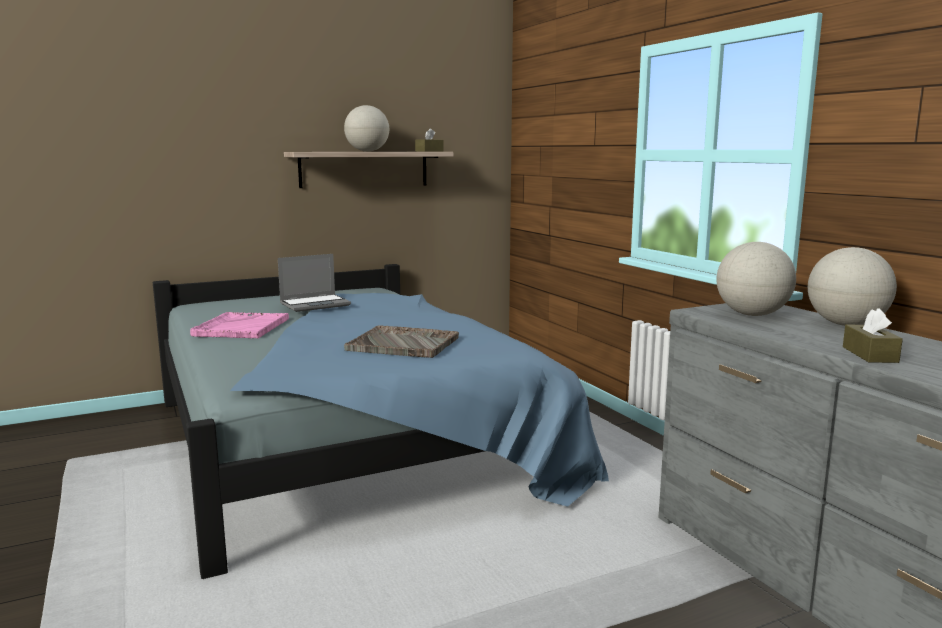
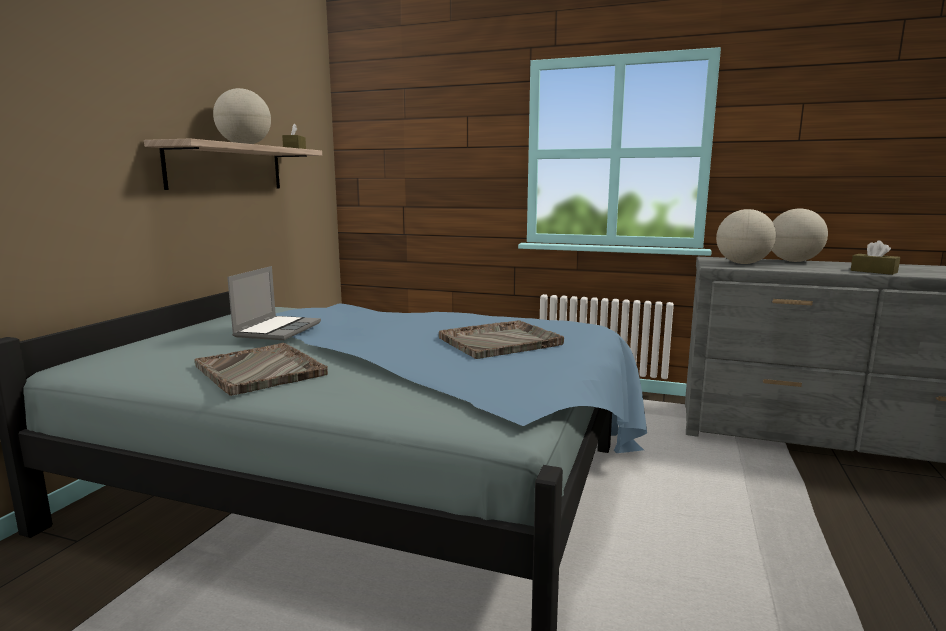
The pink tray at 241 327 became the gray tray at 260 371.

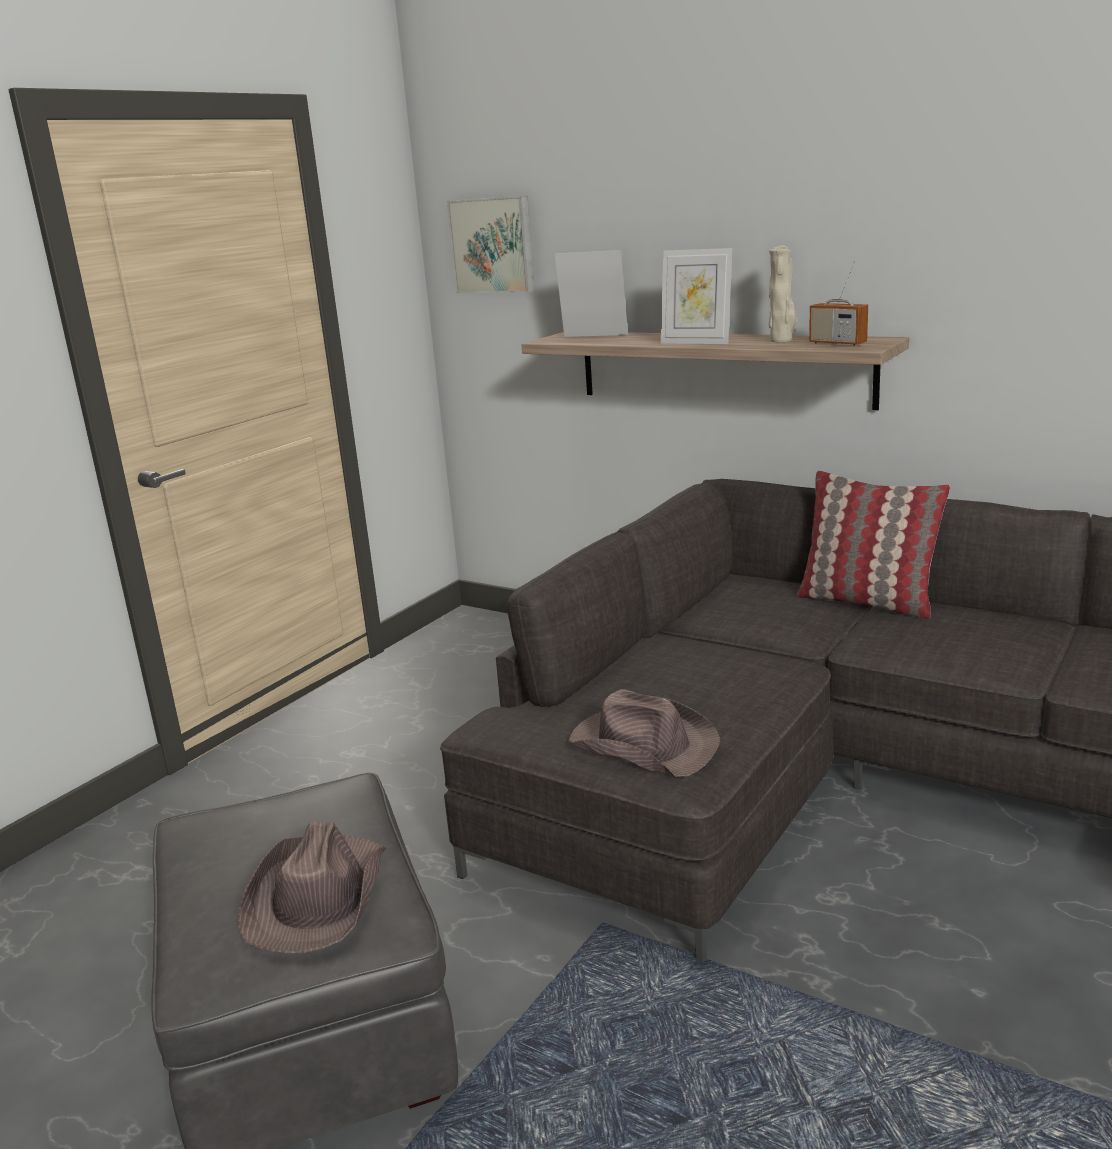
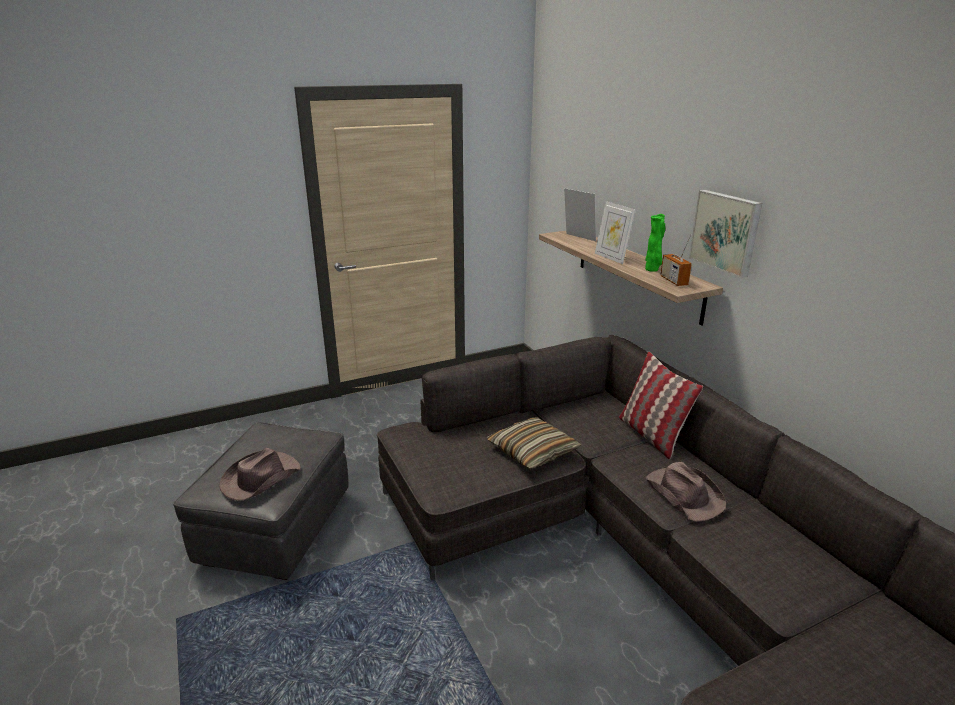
The wall art moved from 493 245 to 726 232. The beige flower vase at 782 341 became the green flower vase at 652 270. The brown hat moved from 642 744 to 683 494. The throw pillow at 532 451 appeared.

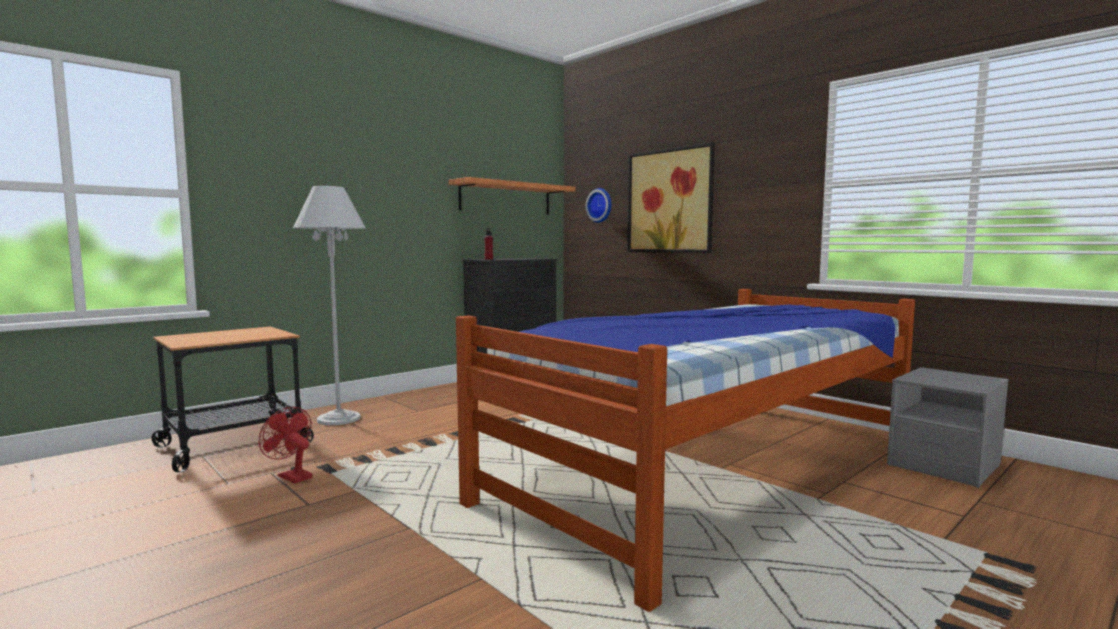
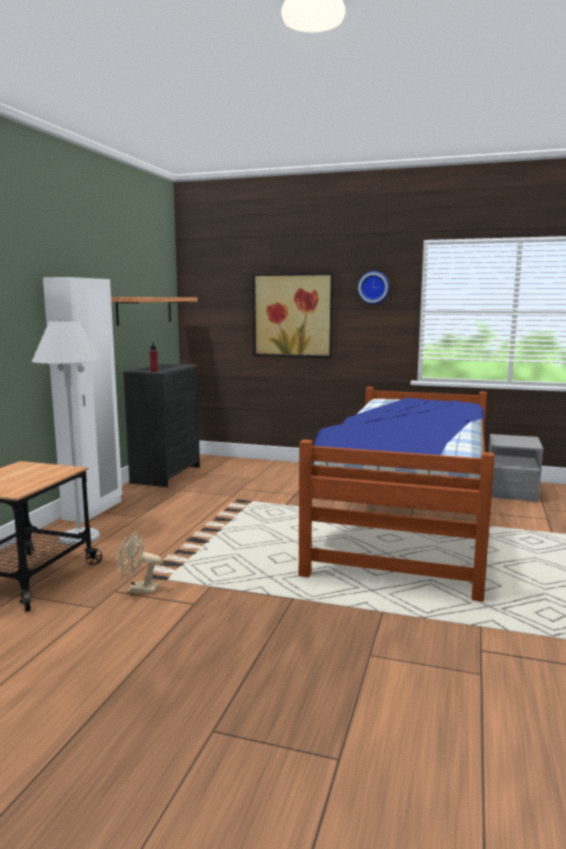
The hanging clock moved from 600 205 to 373 287. The red-coloured cooling fan at 291 476 became the beige cooling fan at 138 589. The white-coloured clothes cupboard at 93 510 appeared.

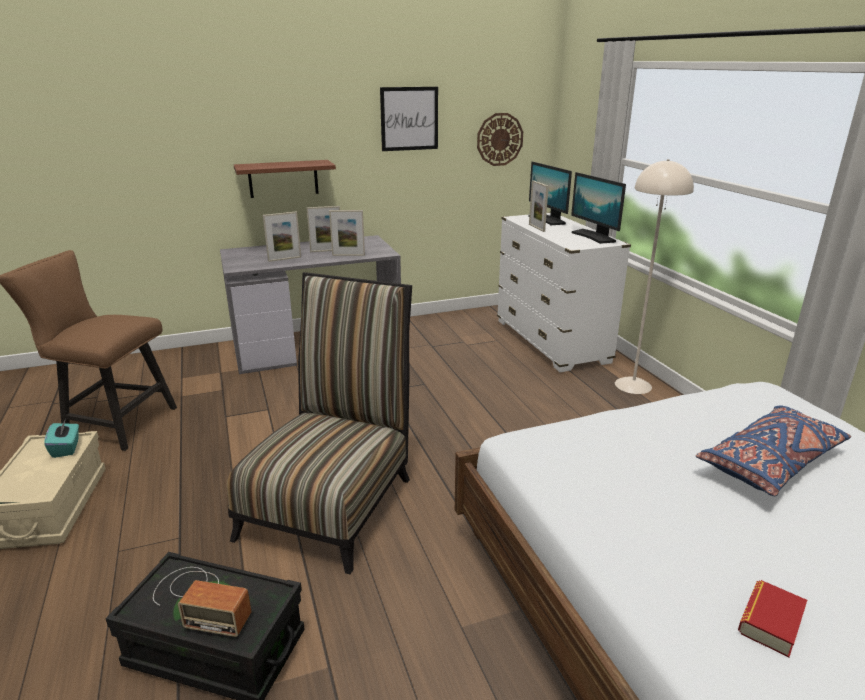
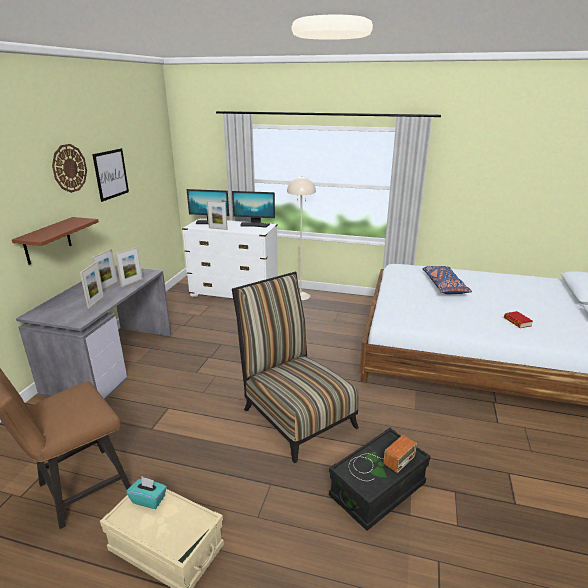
The hanging clock moved from 499 139 to 69 168.

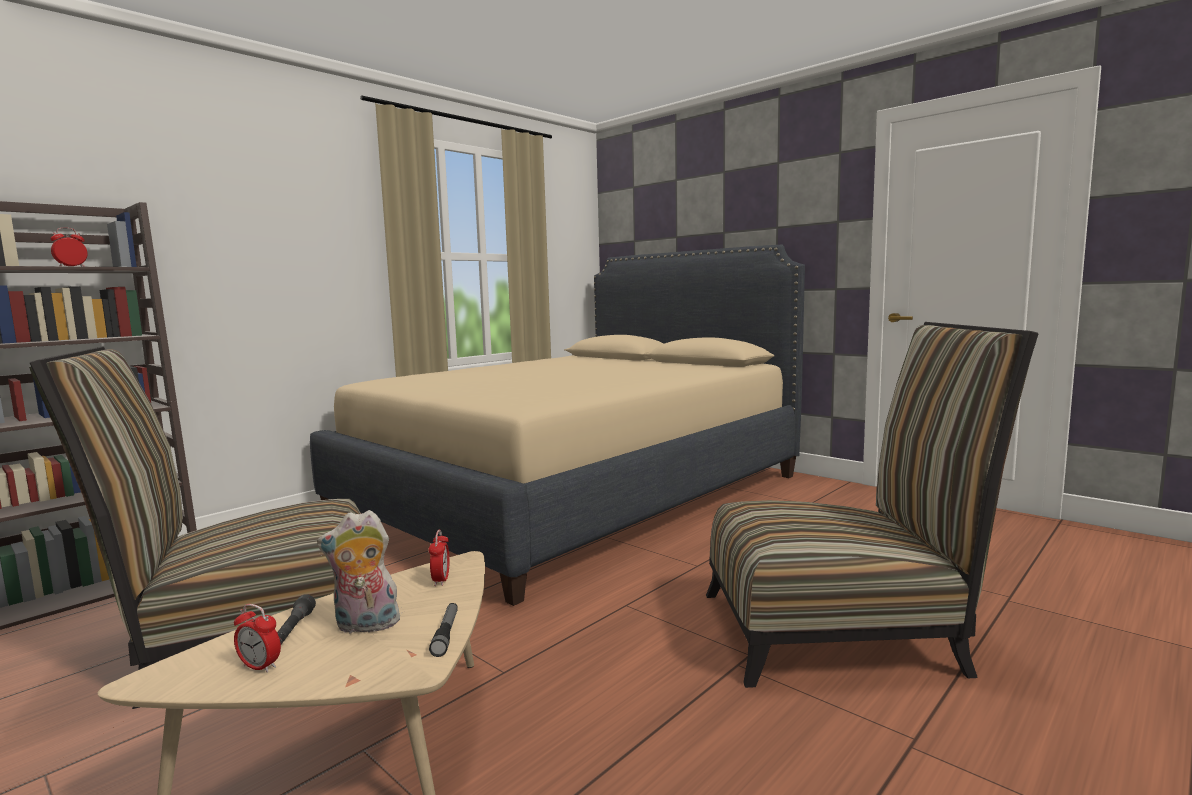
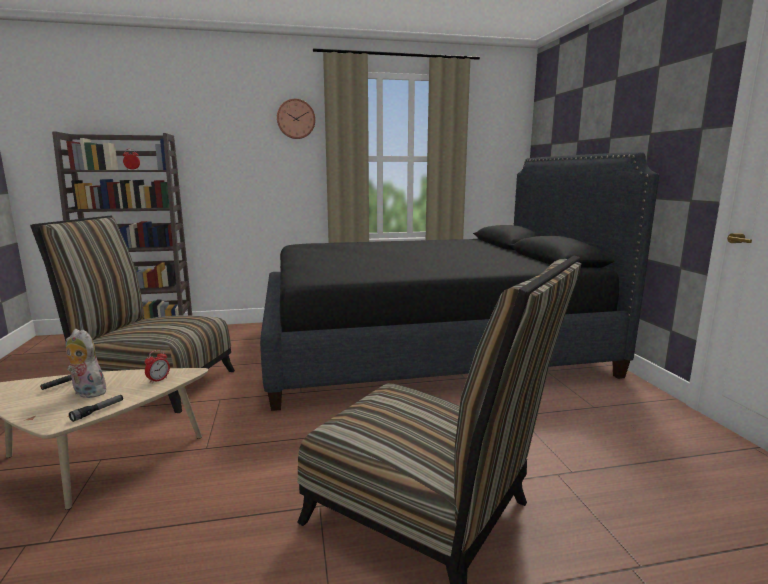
The beige bedroom bed at 576 494 became the black-coloured bedroom bed at 426 347. The alarm clock at 260 666 disappeared. The hanging clock at 296 119 appeared.

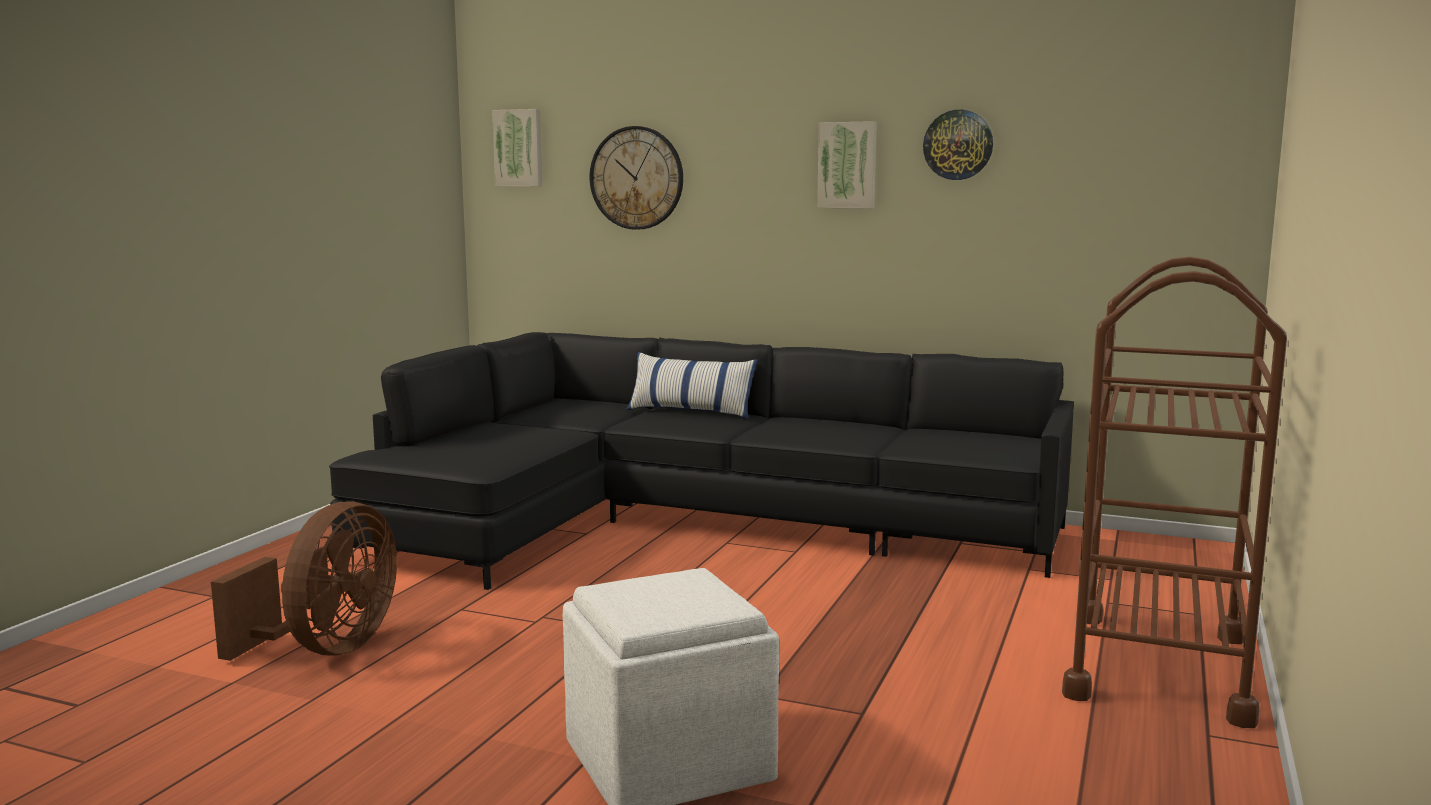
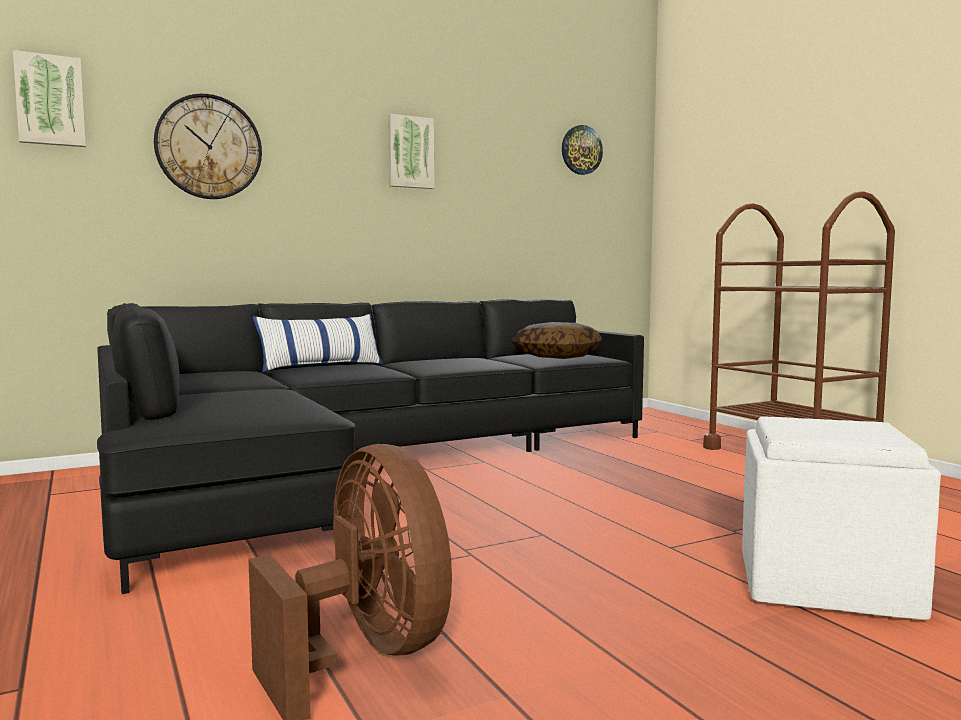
The hanging clock moved from 958 145 to 581 150. The throw pillow at 557 357 appeared.

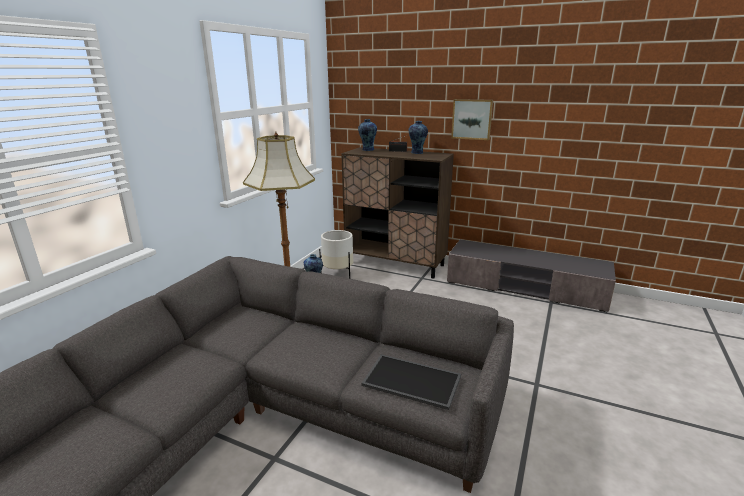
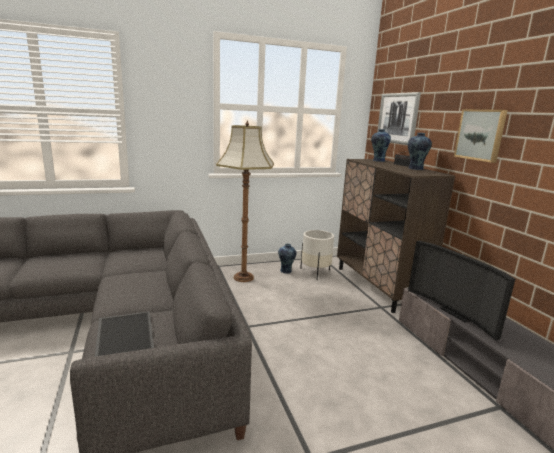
The wall art at 397 118 appeared. The television at 457 313 appeared.

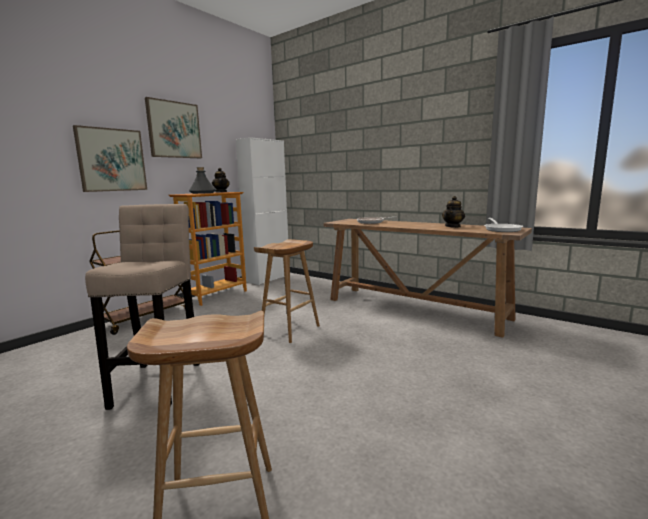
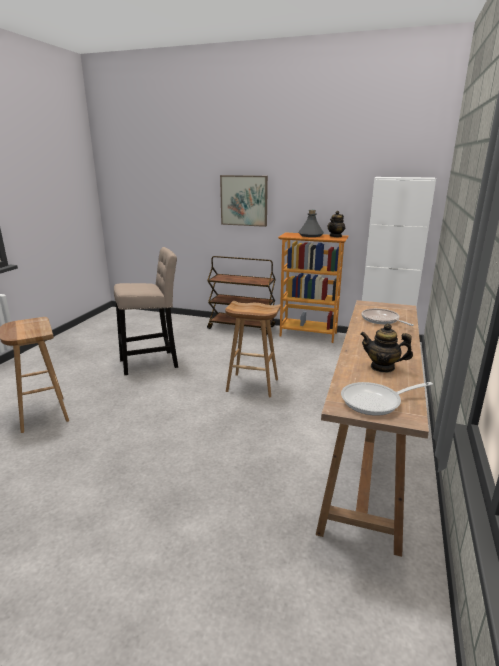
The wall art at 174 130 disappeared.

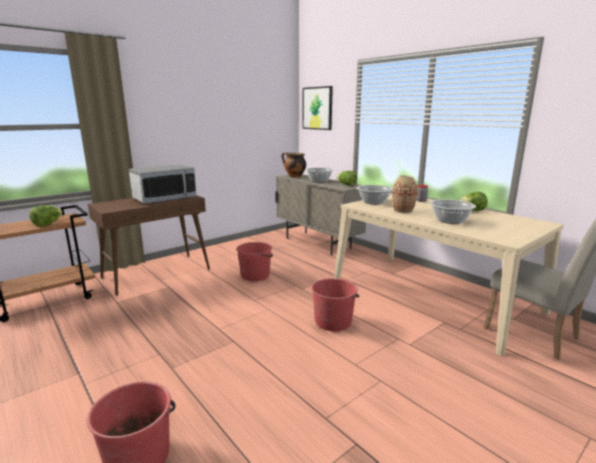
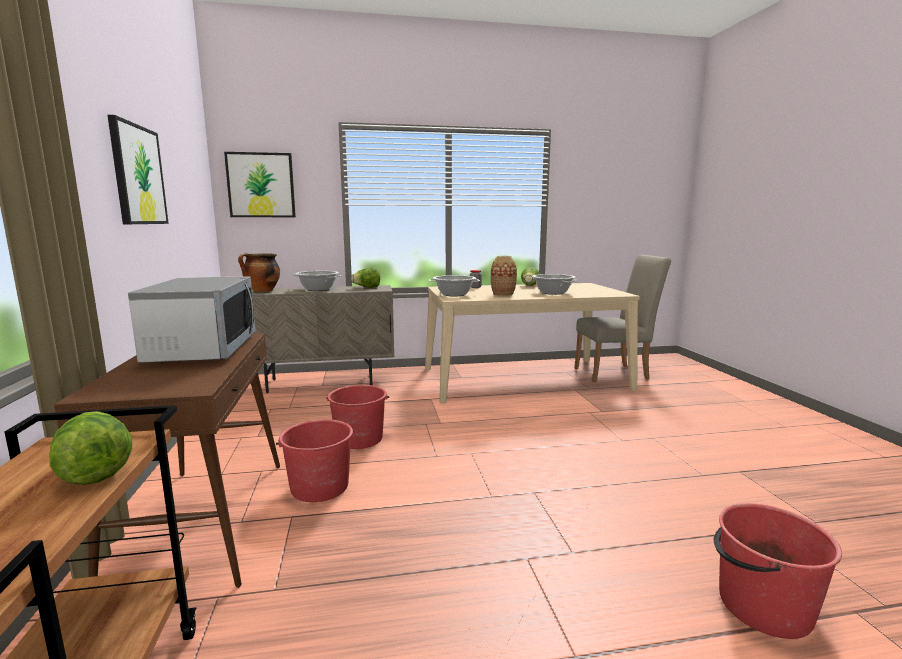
The red-coloured bucket moved from 333 321 to 319 487. The wall art at 138 175 appeared.

